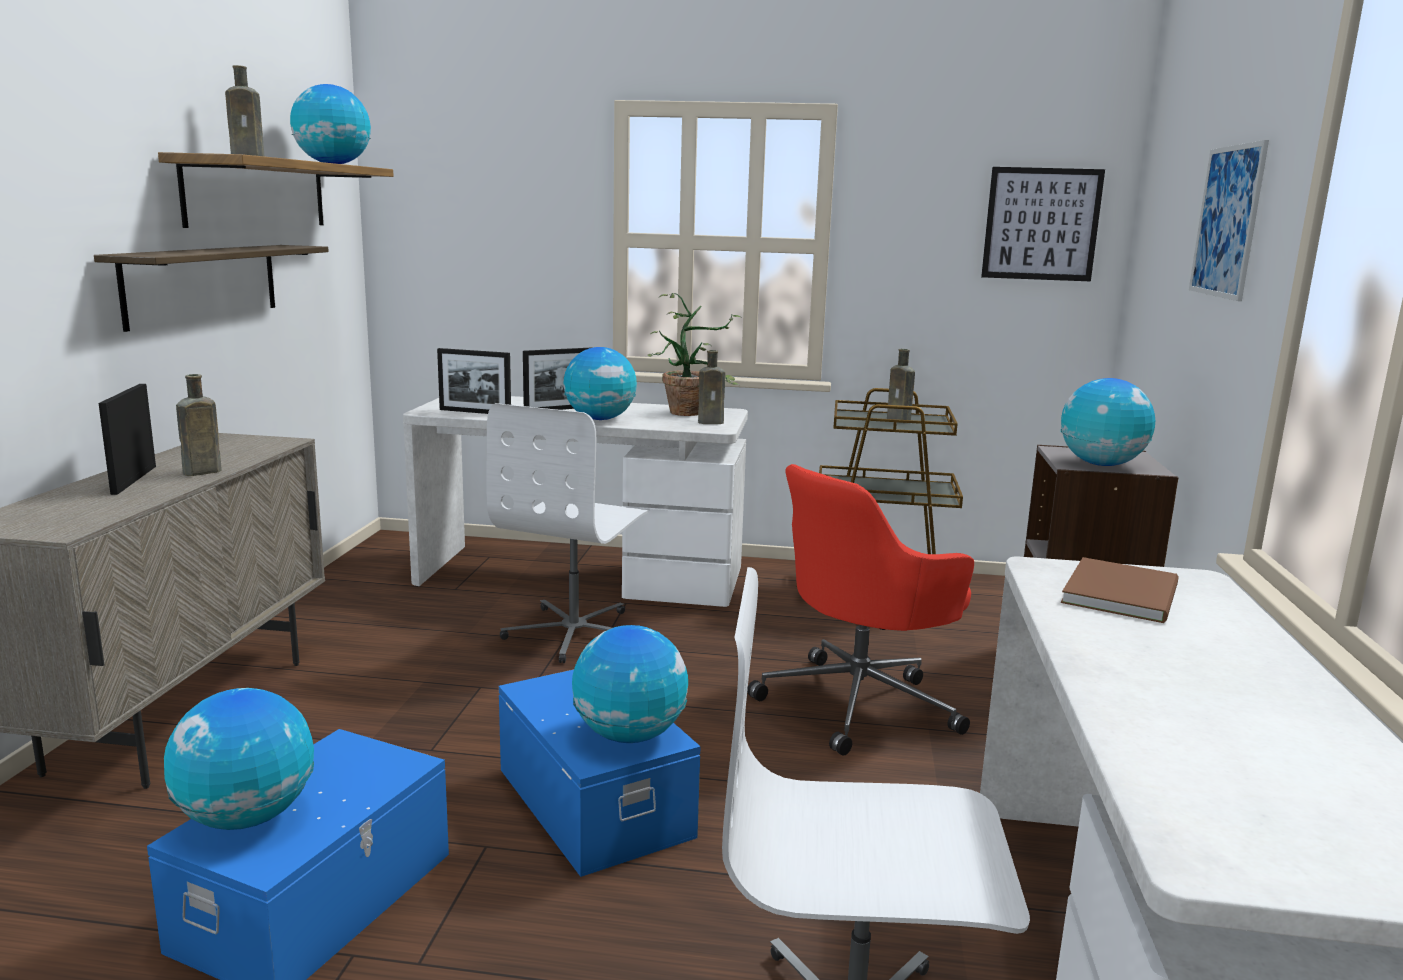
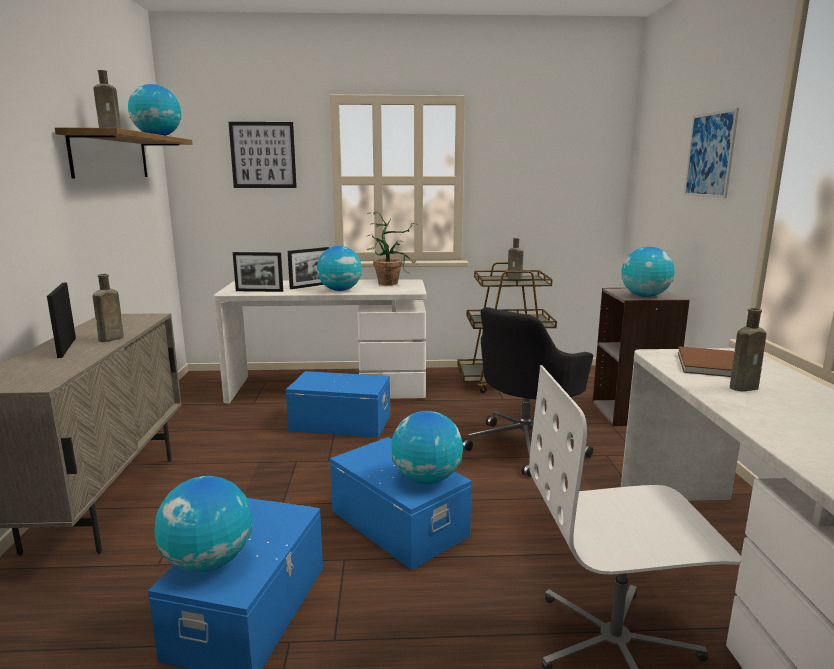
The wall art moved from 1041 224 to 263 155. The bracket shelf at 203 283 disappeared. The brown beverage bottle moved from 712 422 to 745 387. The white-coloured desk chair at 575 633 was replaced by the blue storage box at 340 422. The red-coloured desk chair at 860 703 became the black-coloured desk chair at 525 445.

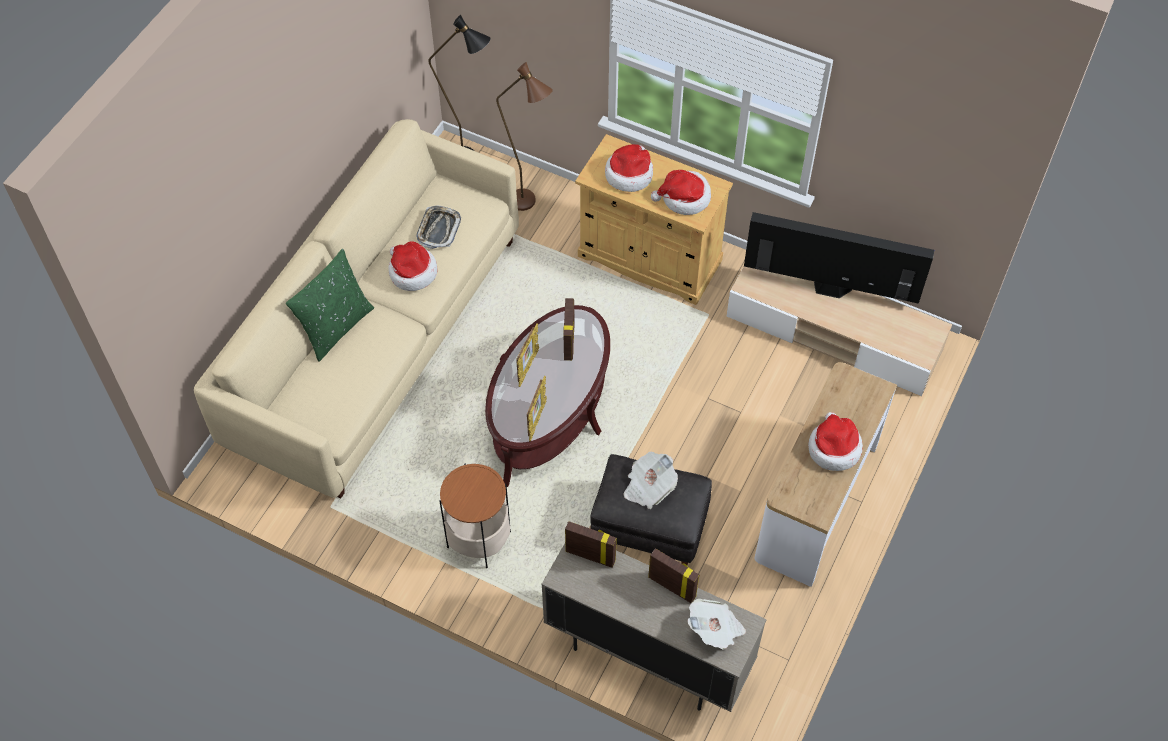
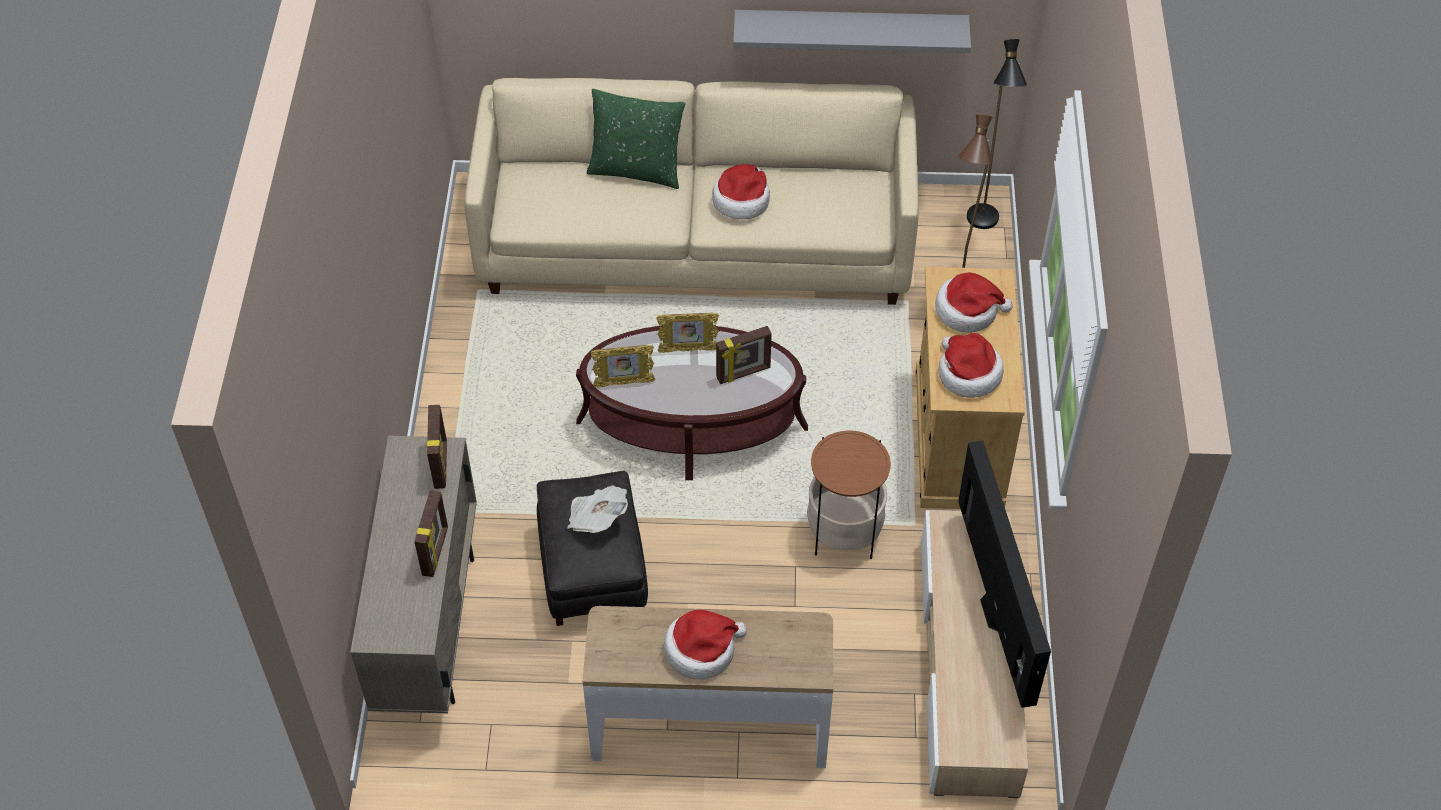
The tray at 438 229 disappeared. The accent table moved from 478 539 to 843 533. The daily paper at 715 630 disappeared. The gray bracket shelf at 850 29 appeared.

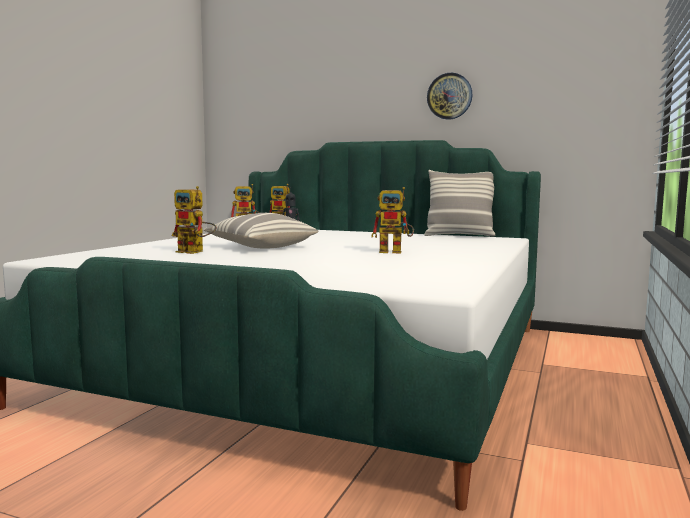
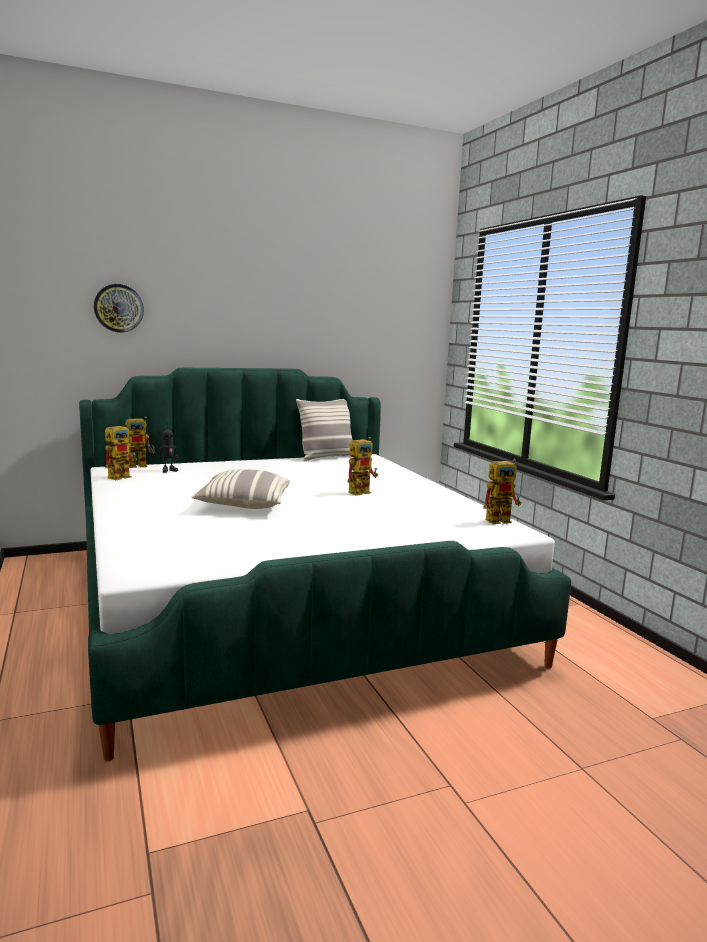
The hanging clock moved from 449 96 to 118 308. The robot figure moved from 195 252 to 502 520.

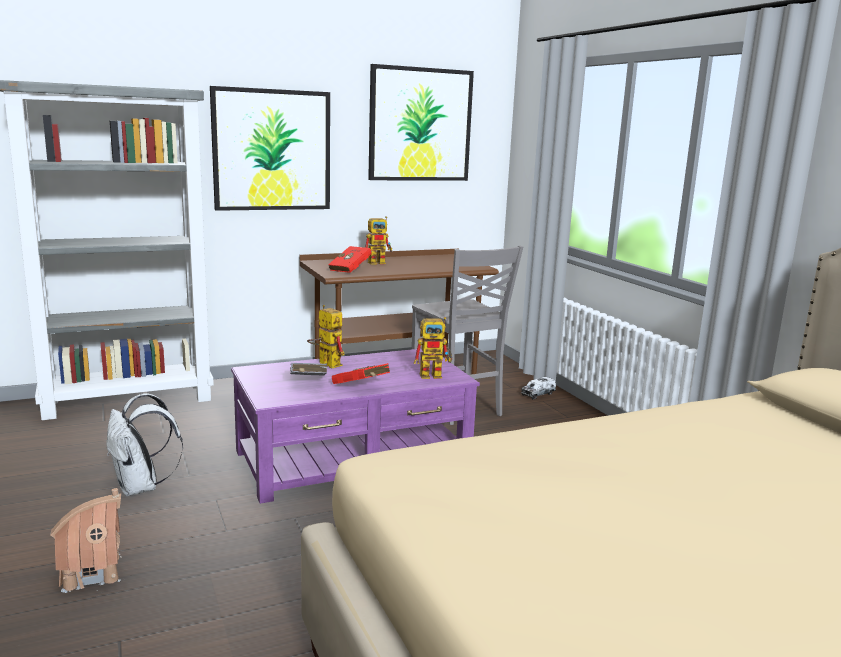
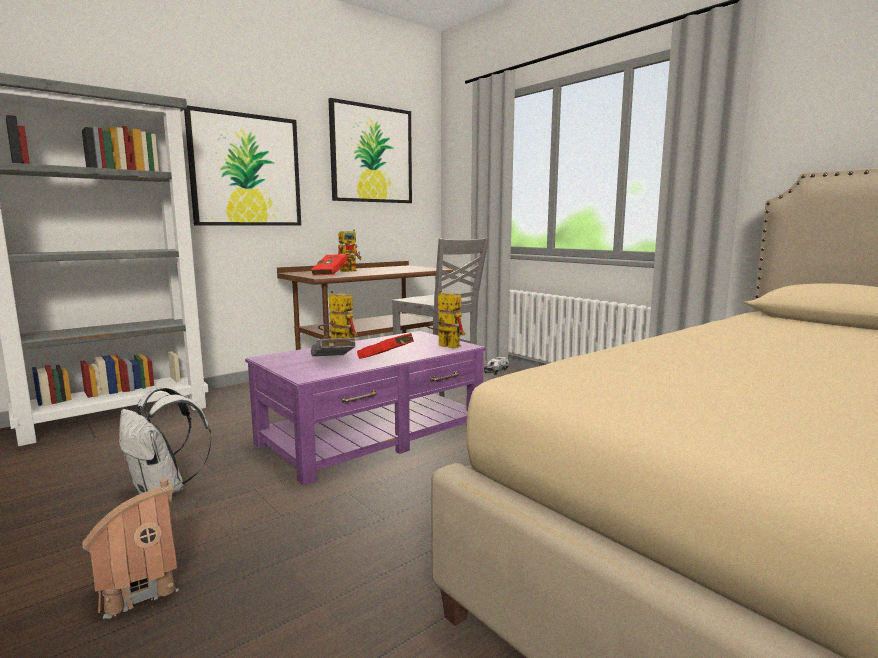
The robot figure at 435 375 turned 120 degrees counterclockwise.

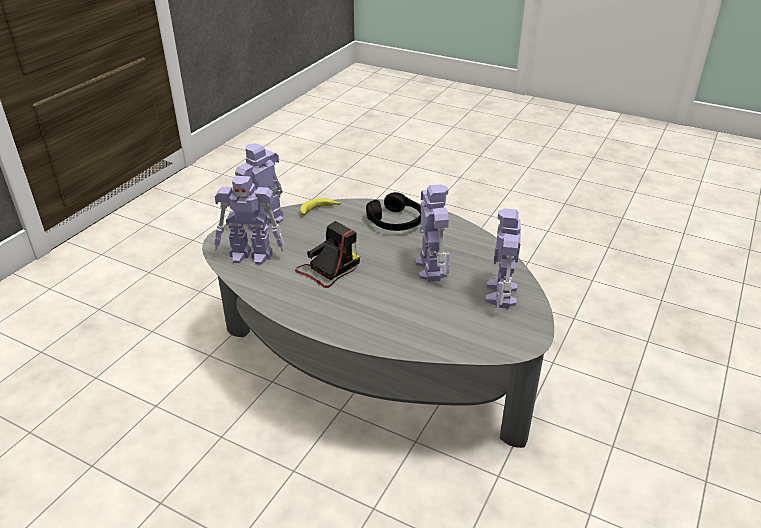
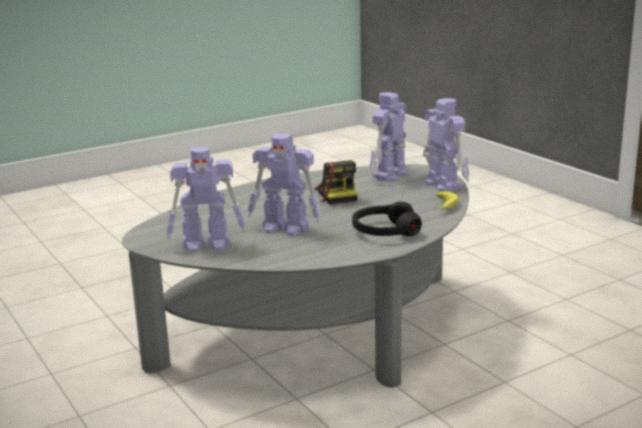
The robot figure at 501 295 turned 135 degrees clockwise.

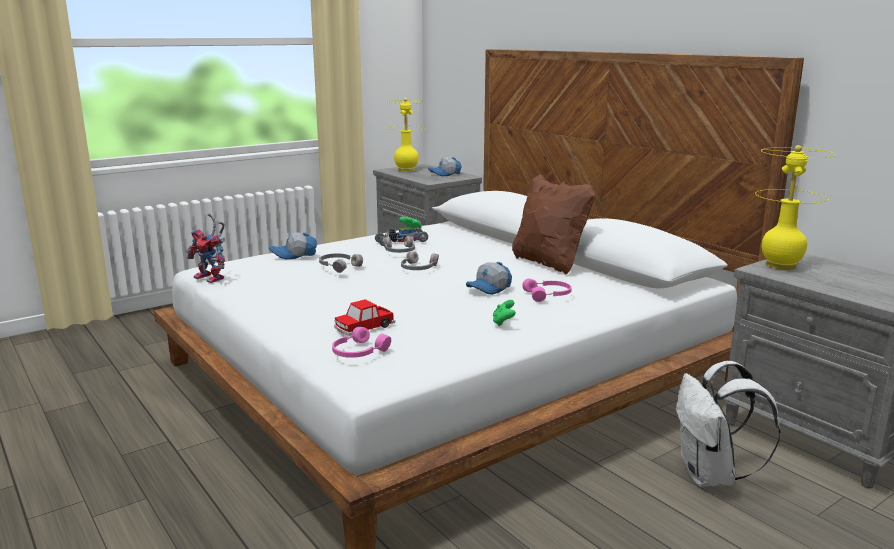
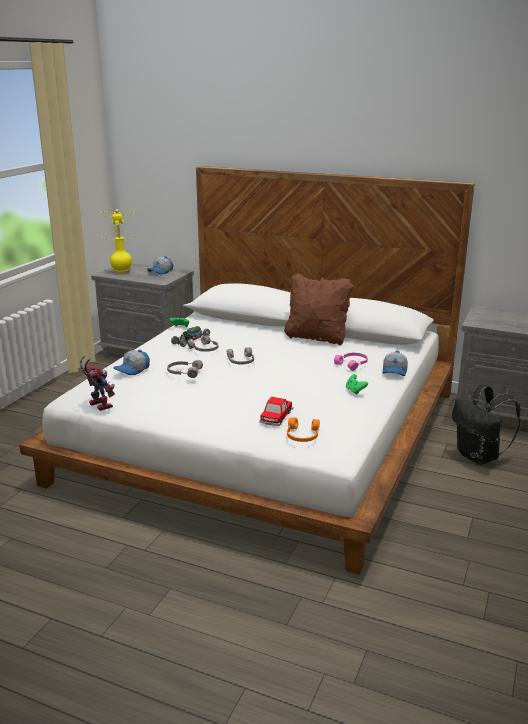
The yellow-coloured lamp for a table at 780 266 disappeared. The robot figure at 213 278 turned 135 degrees counterclockwise. The baseball cap moved from 489 289 to 395 371. The pink headphones at 358 352 became the orange headphones at 302 436. The white-coloured rucksack at 711 476 became the black-coloured rucksack at 479 457.

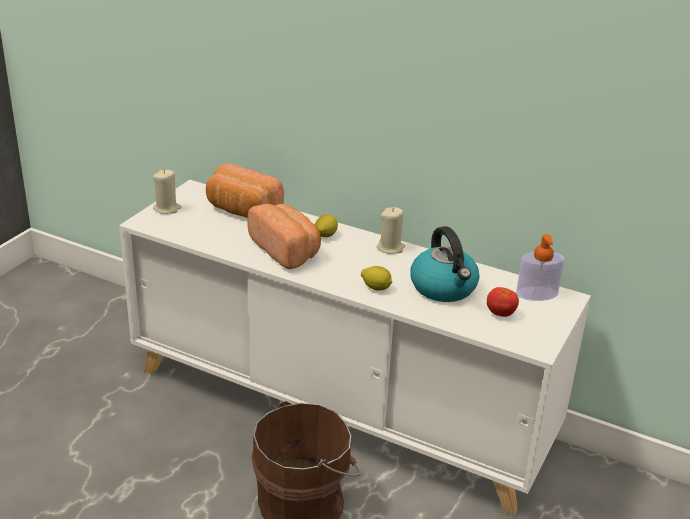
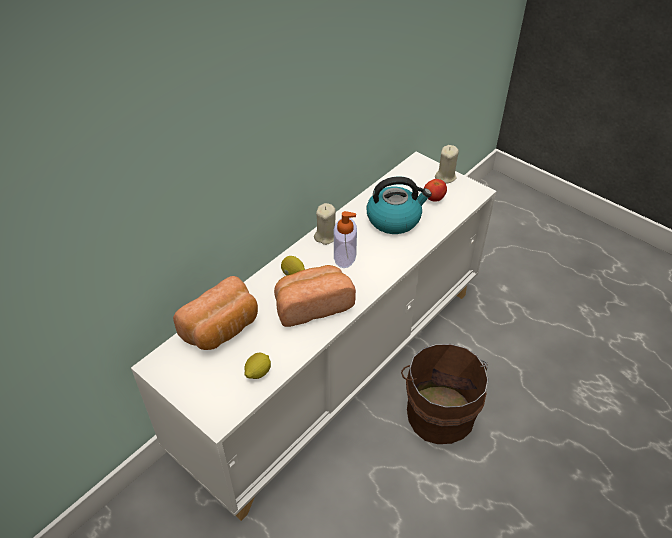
The beige wax candle moved from 167 208 to 445 176. The soap bottle moved from 536 294 to 344 255. The lemon moved from 376 288 to 258 373.

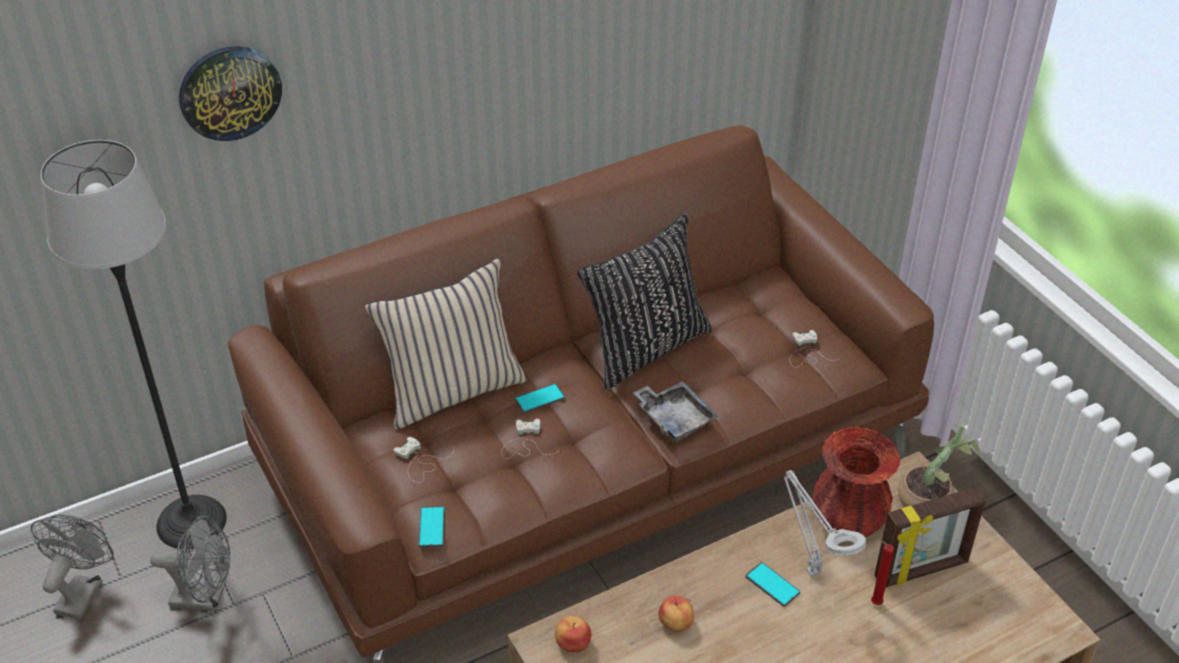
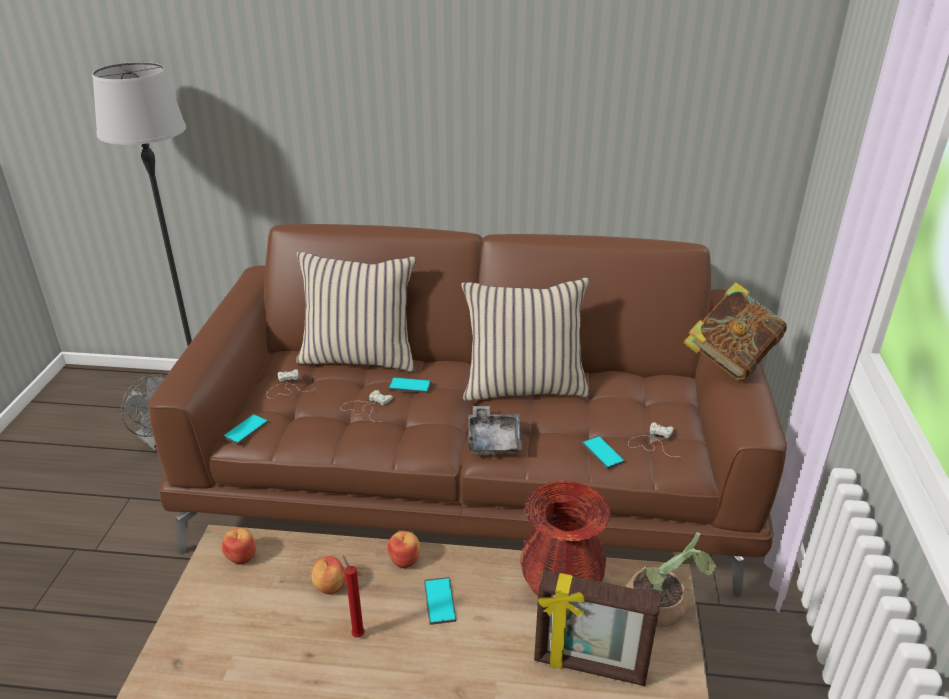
The hanging clock at 230 92 disappeared. The black-coloured throw pillow at 645 348 became the beige throw pillow at 524 387. The gray lamp for a table at 811 568 disappeared. The gray cooling fan at 82 591 disappeared. The red-coloured wax candle moved from 874 602 to 357 634. The volume at 730 360 appeared. The handset at 602 452 appeared. The apple fruit at 405 559 appeared.

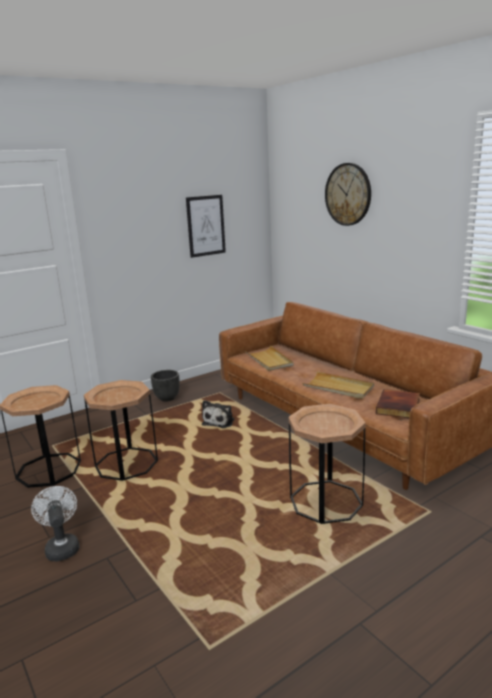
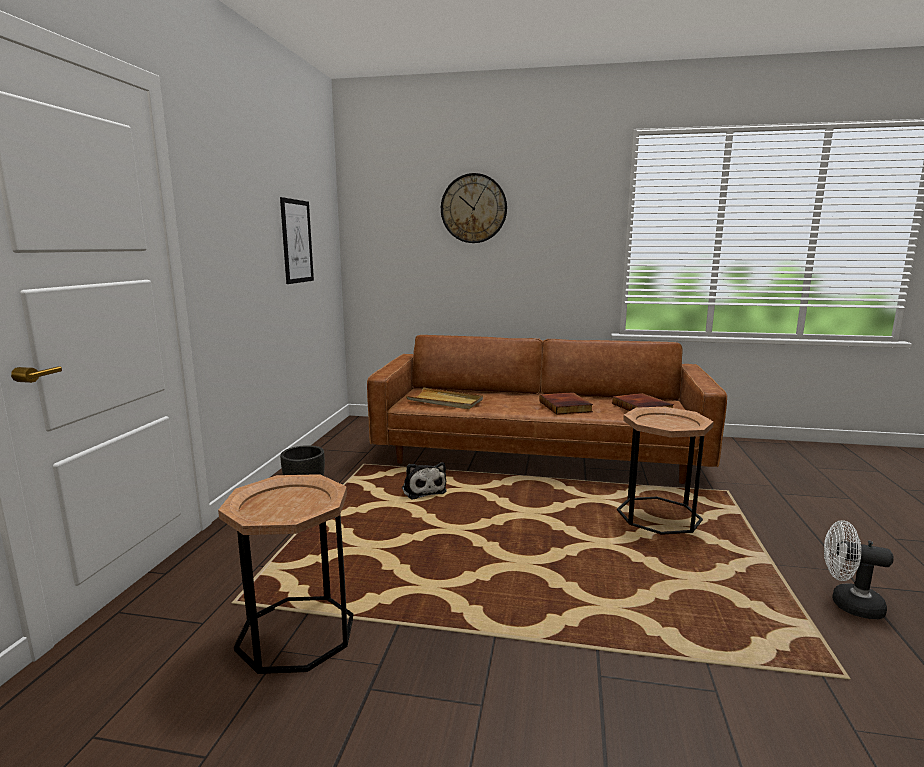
The beige tray at 338 388 was replaced by the volume at 566 406. The brown accent table at 126 464 disappeared. The white-coloured cooling fan moved from 61 547 to 848 604.

